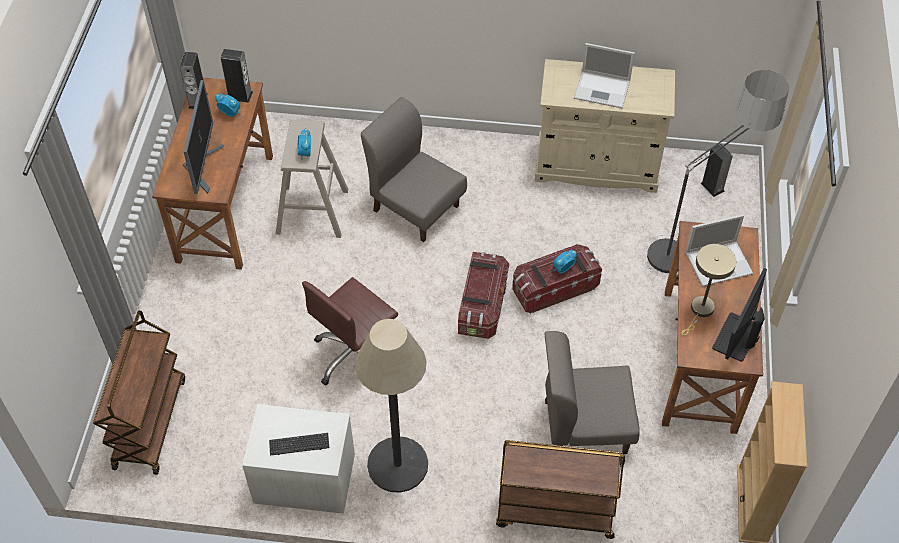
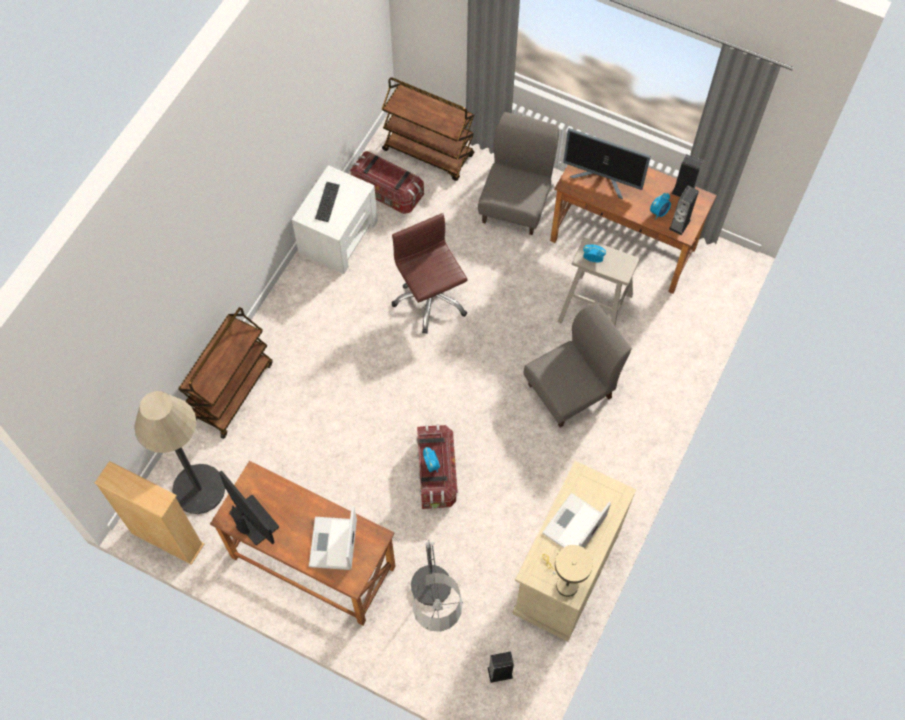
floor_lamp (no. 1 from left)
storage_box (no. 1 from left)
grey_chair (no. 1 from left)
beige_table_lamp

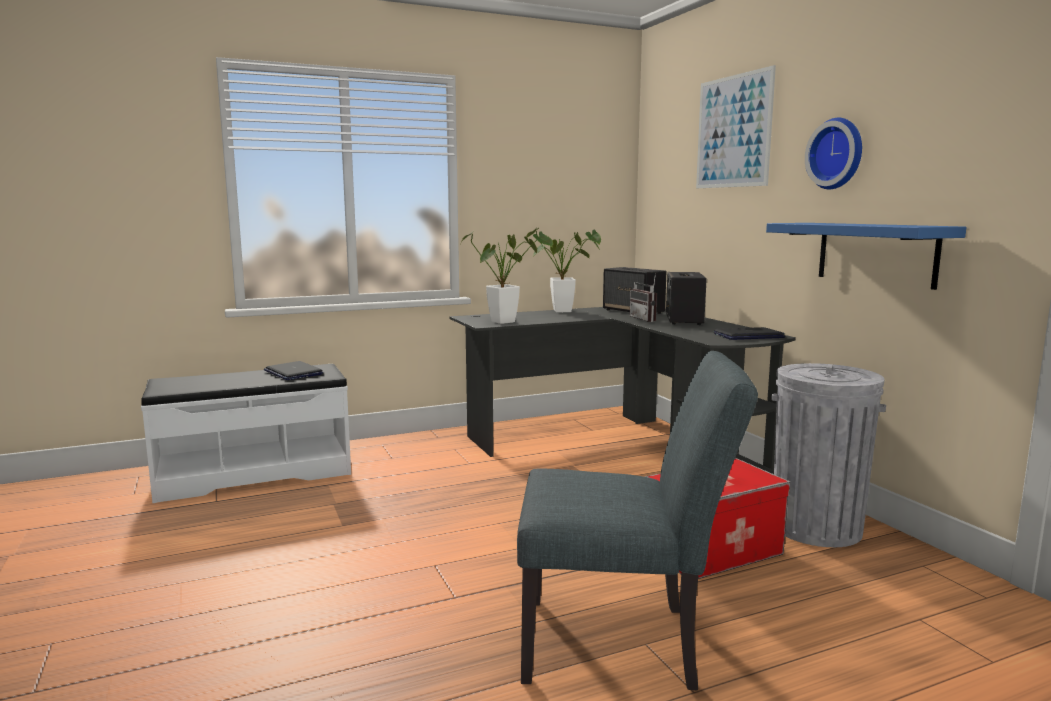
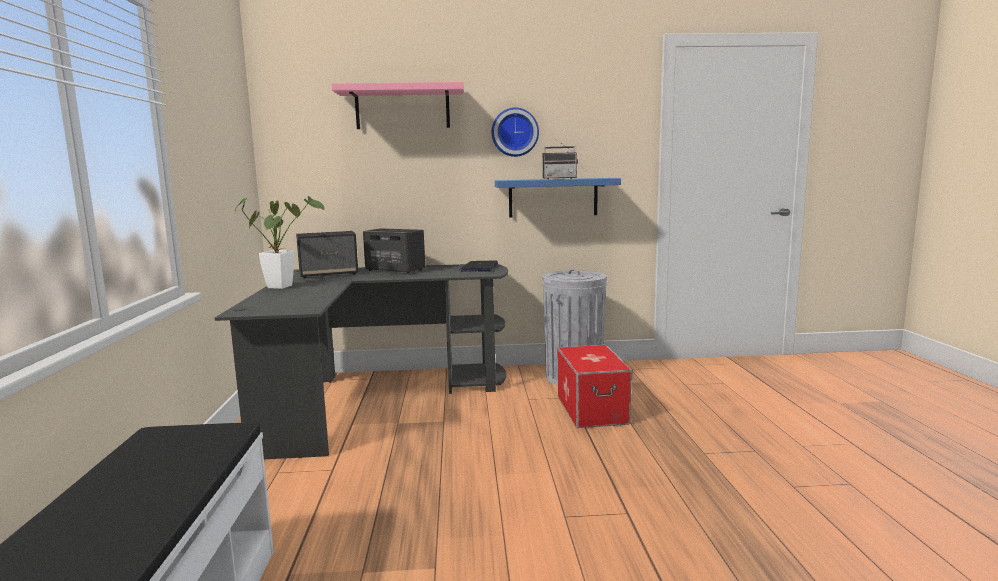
pink_shelf
radio
laptop (no. 1 from left in the first image)
potted_plant (no. 1 from left in the first image)
grey_chair

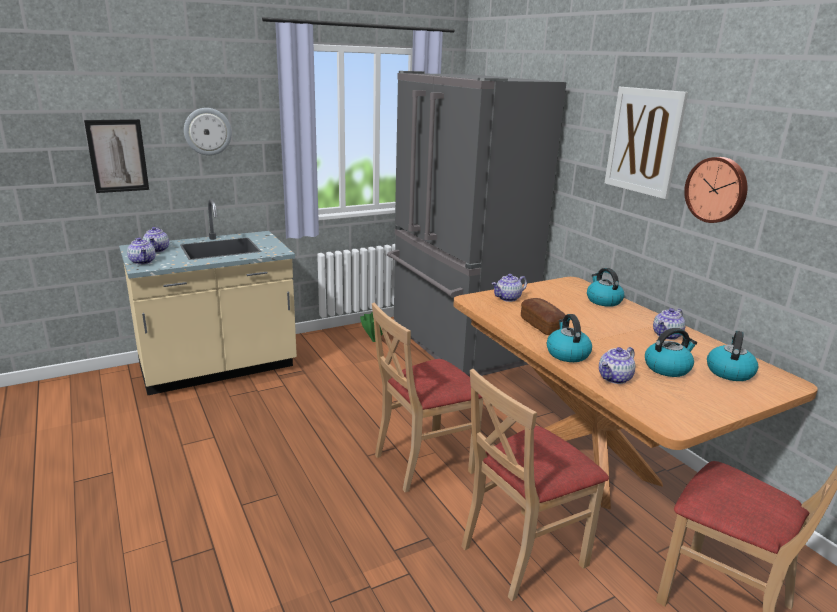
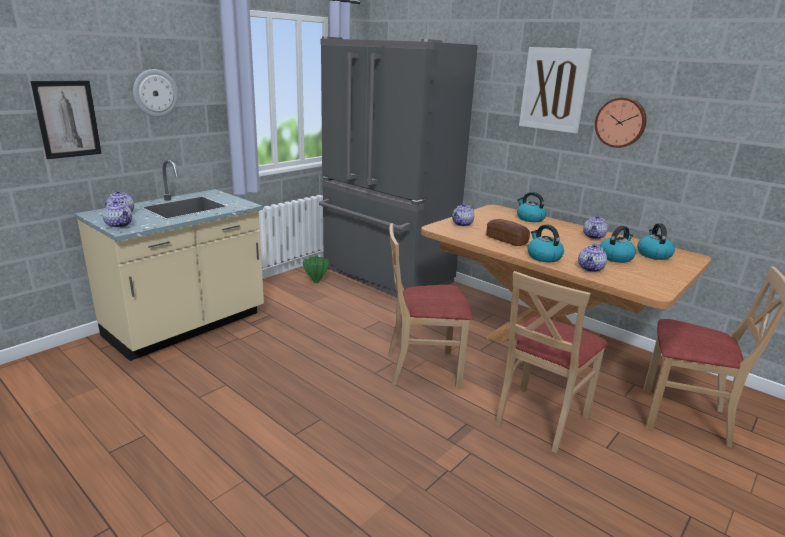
beige_chair (no. 1 from left)

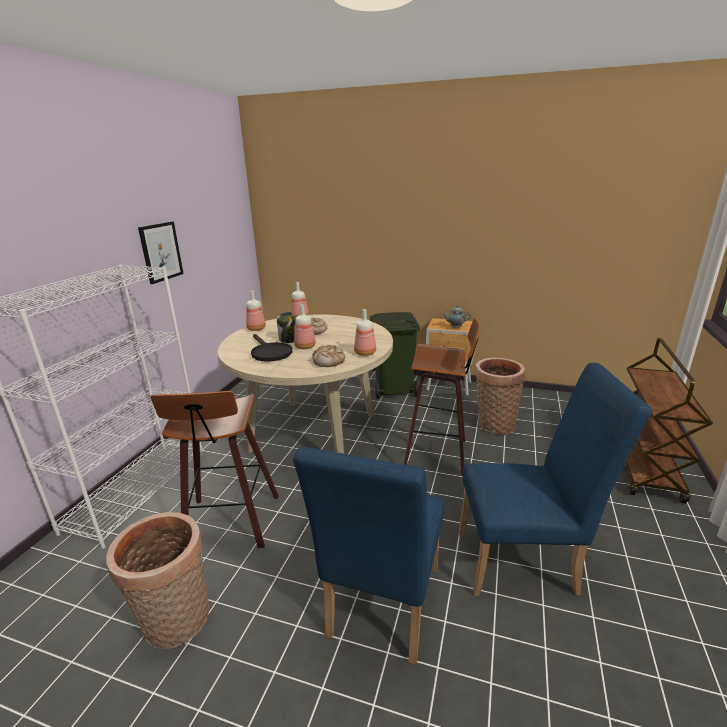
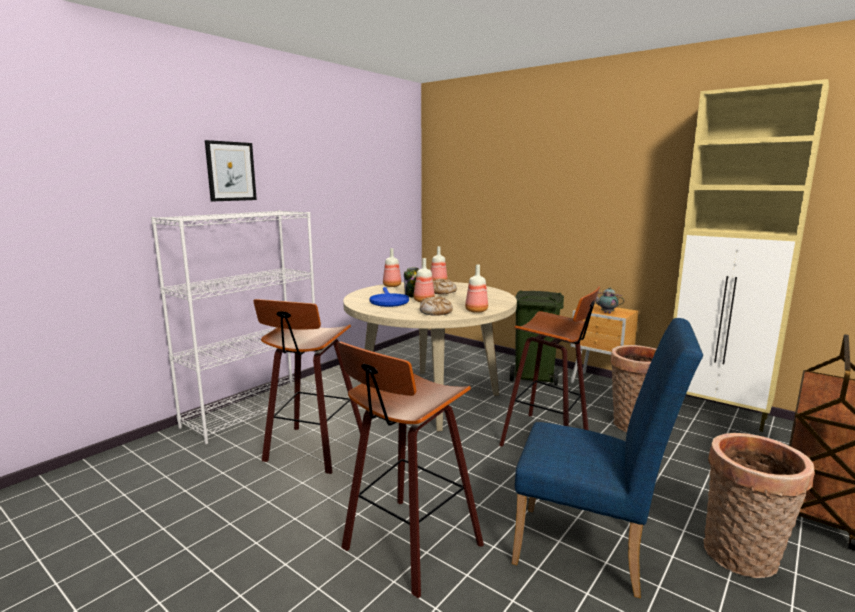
picture
stool (no. 2 from left)
blue_frying_pan
beige_cabinet
basket (no. 2 from left)

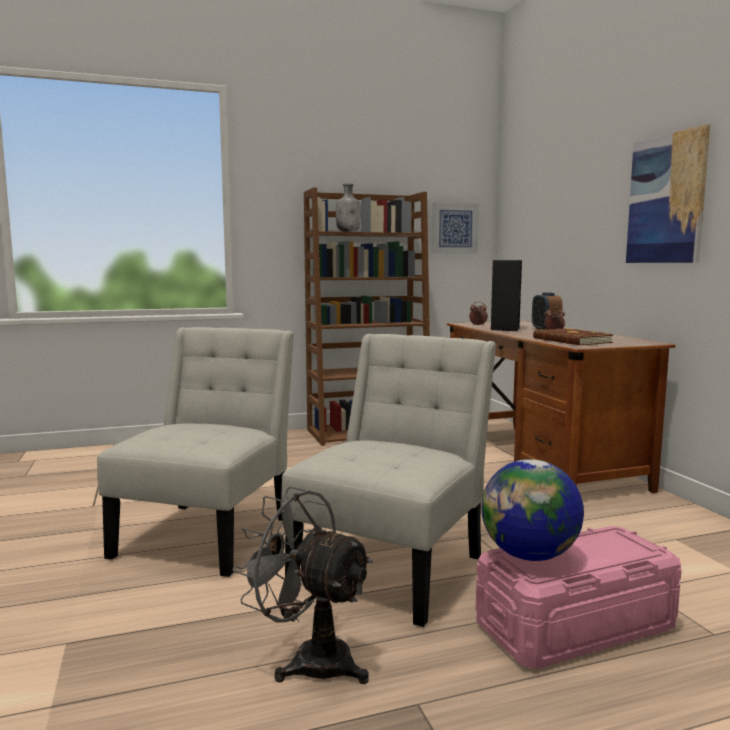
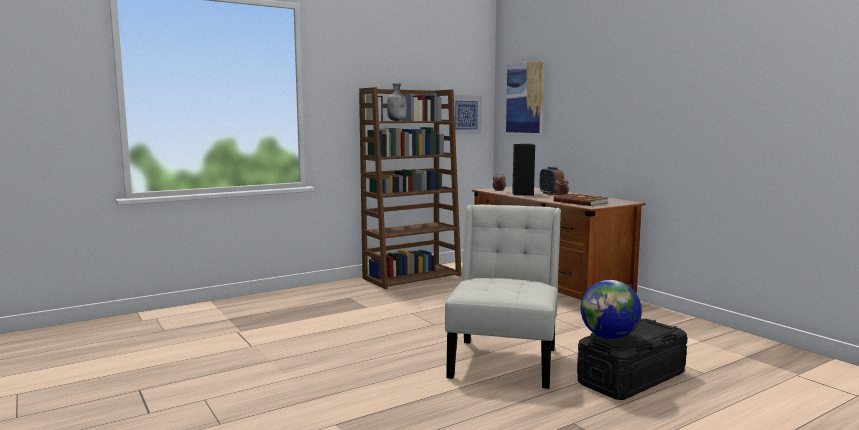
picture (no. 2 from left)
black_storage_box
white_chair (no. 1 from left in the first image)
grey_fan

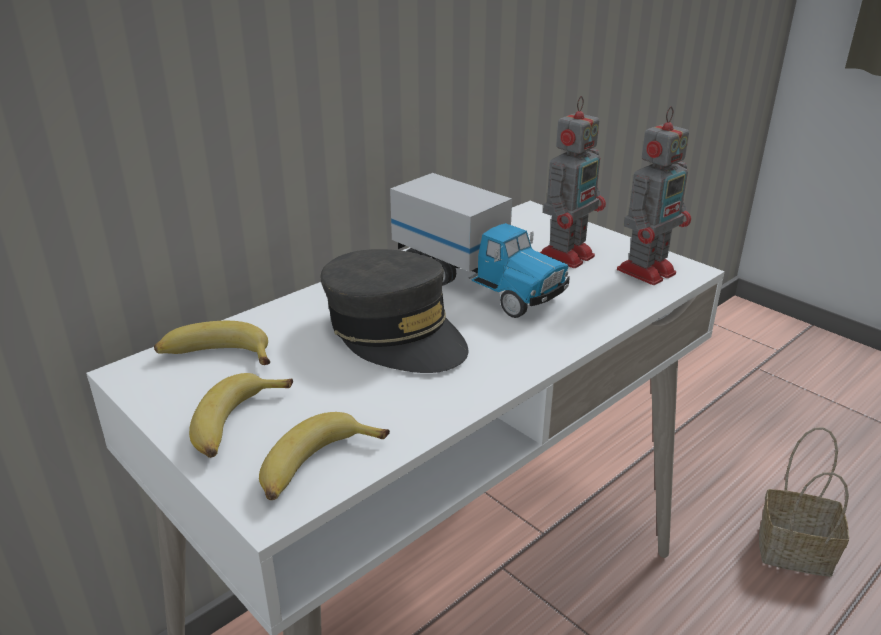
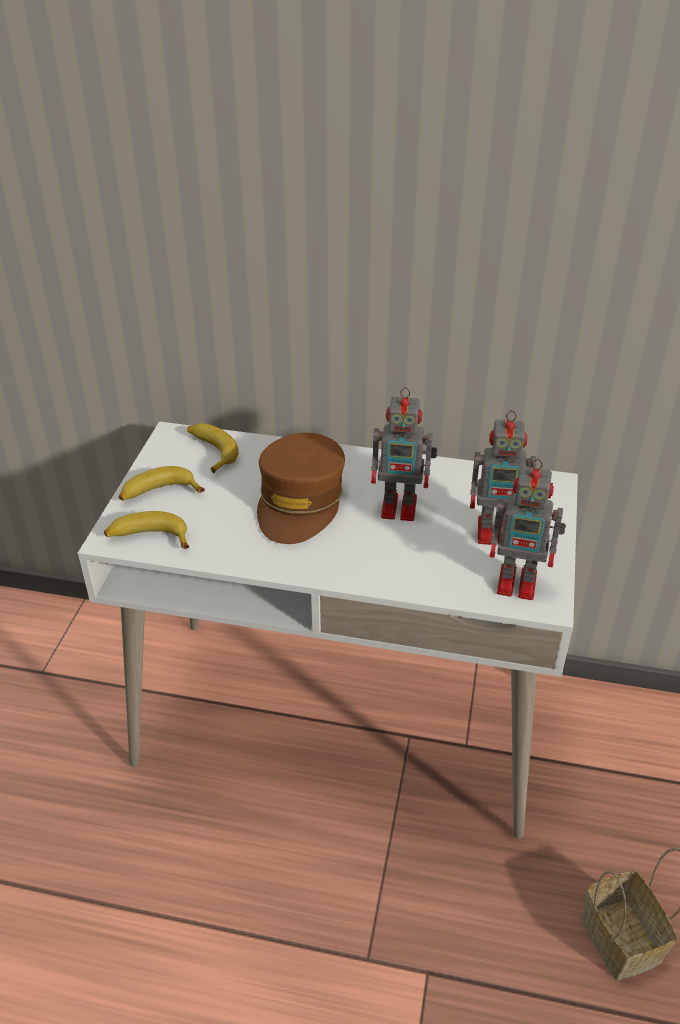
brown_cap
toy_robot (no. 1 from left)

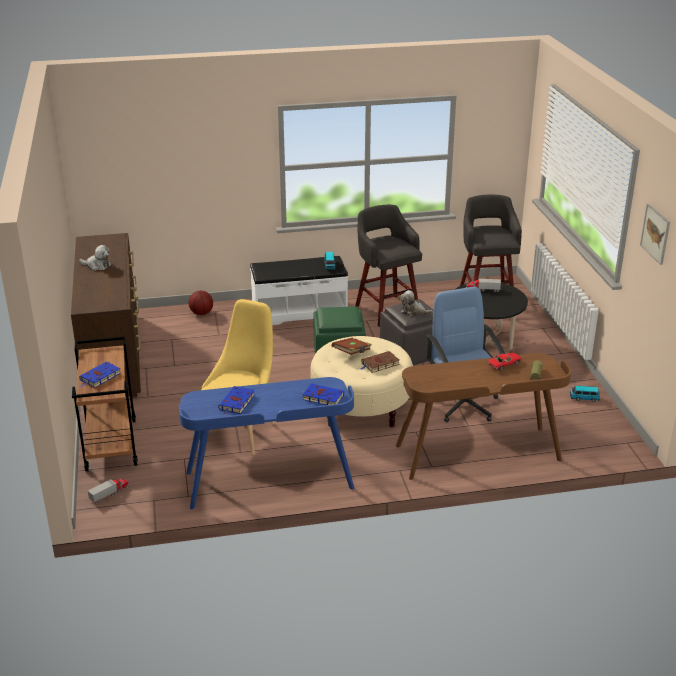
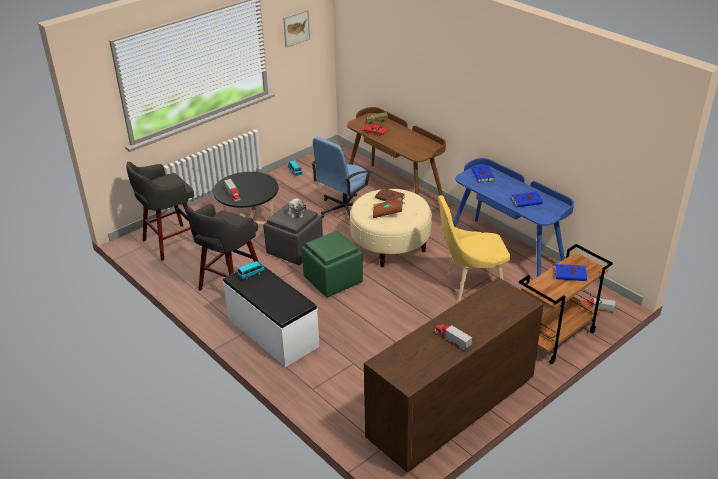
toy_truck (no. 3 from left)
basketball

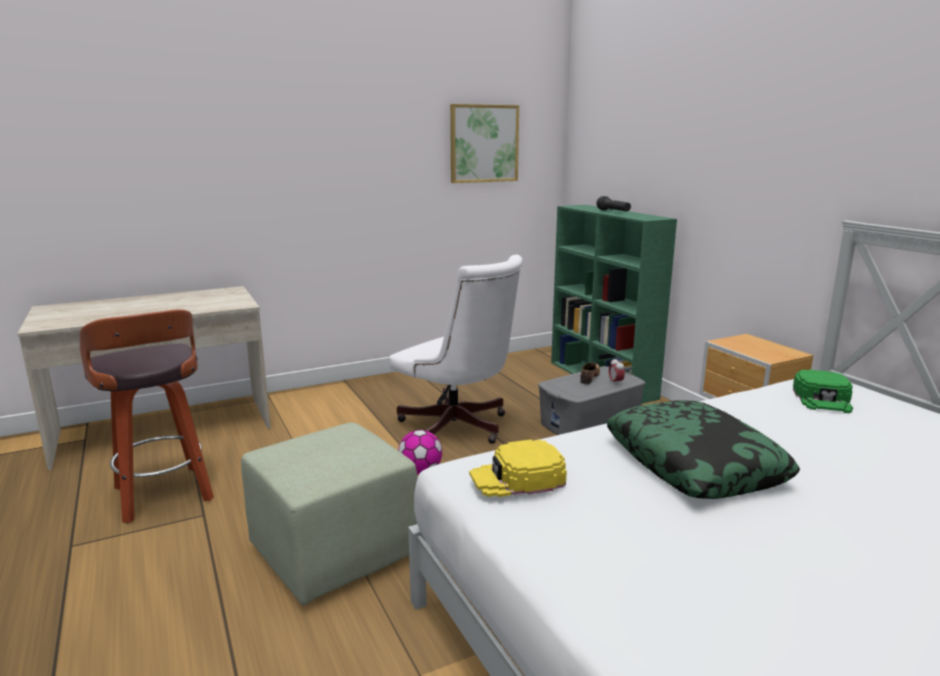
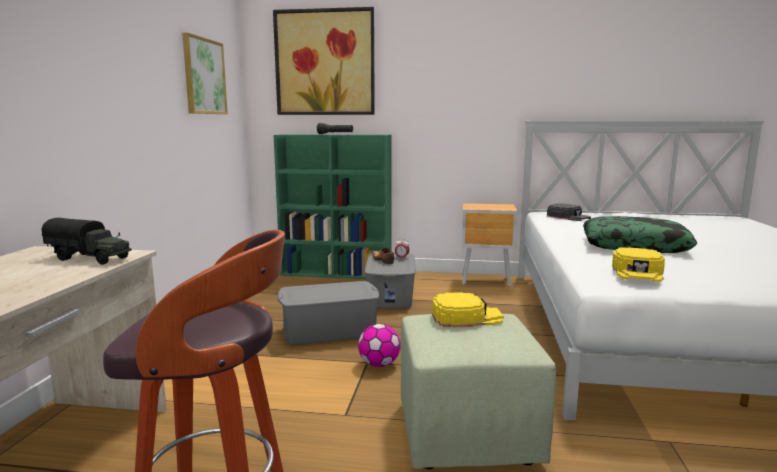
toy_truck
picture (no. 2 from left)
grey_storage_box (no. 1 from left)
yellow_cap (no. 1 from left)
black_cap

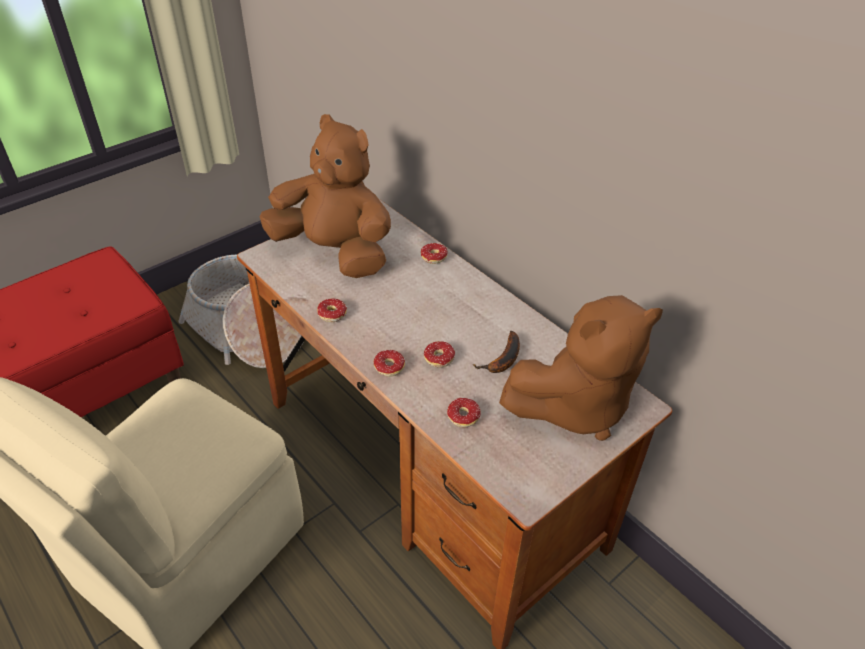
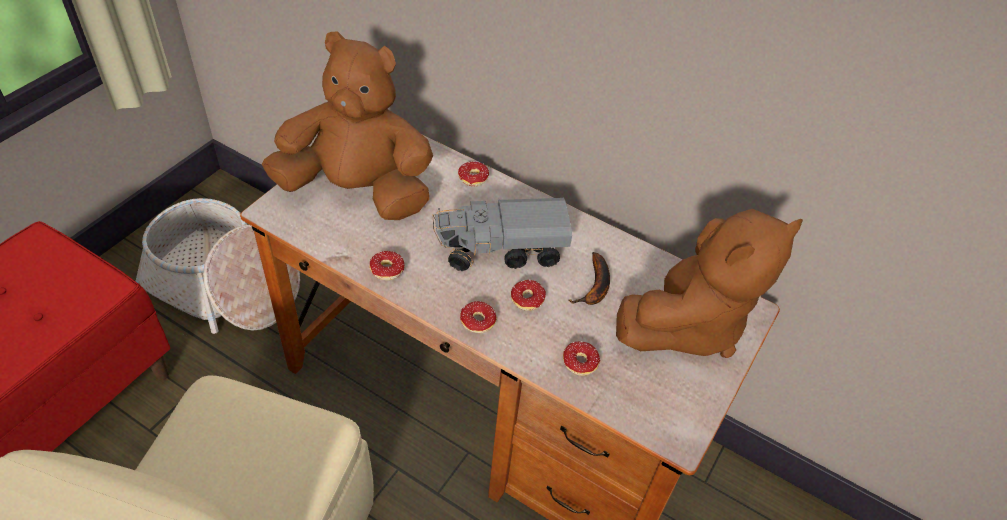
toy_truck

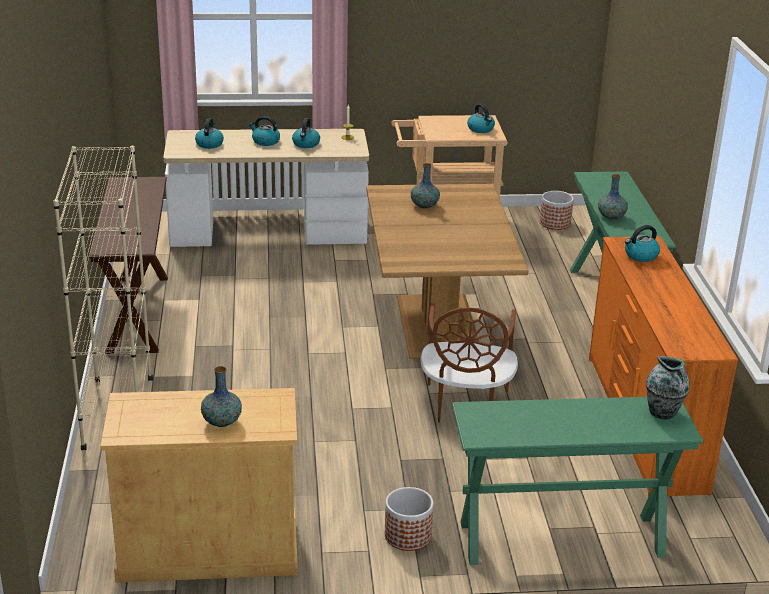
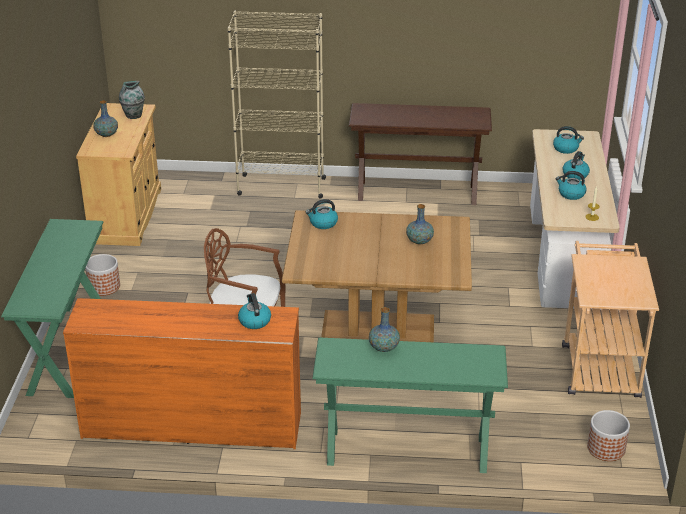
vase (no. 2 from left)
kettle (no. 2 from left)

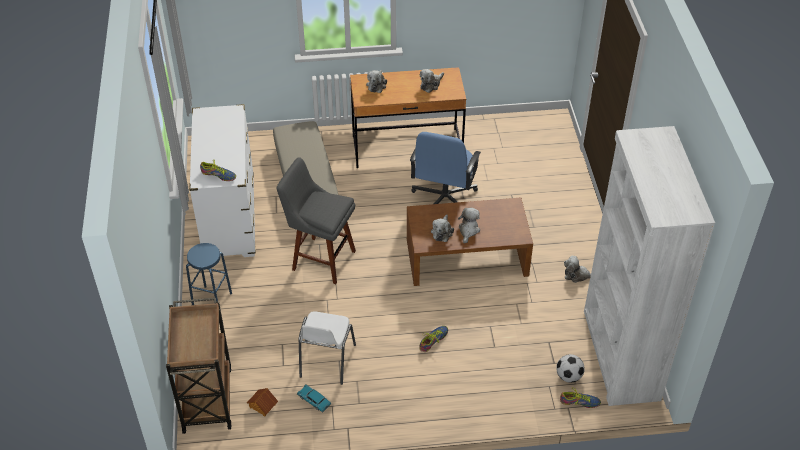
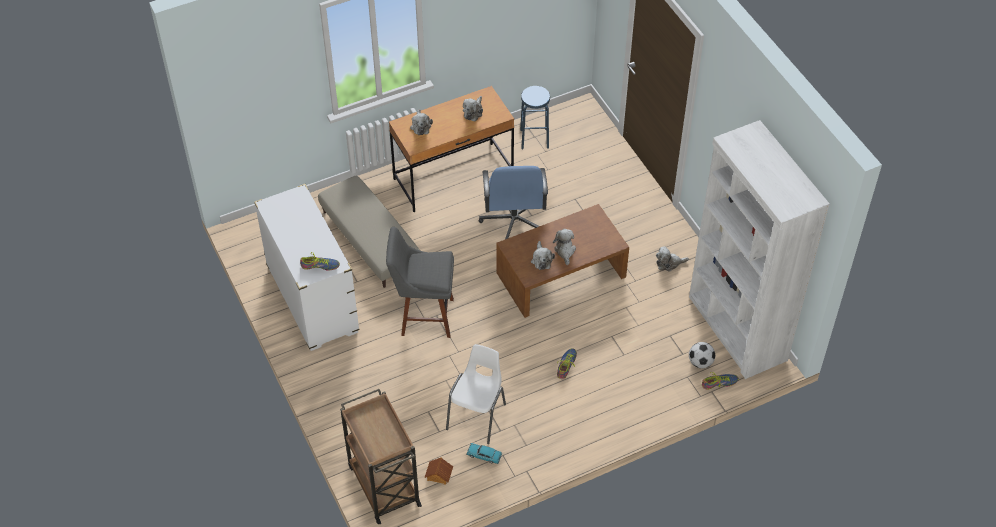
white_chair
blue_stool

